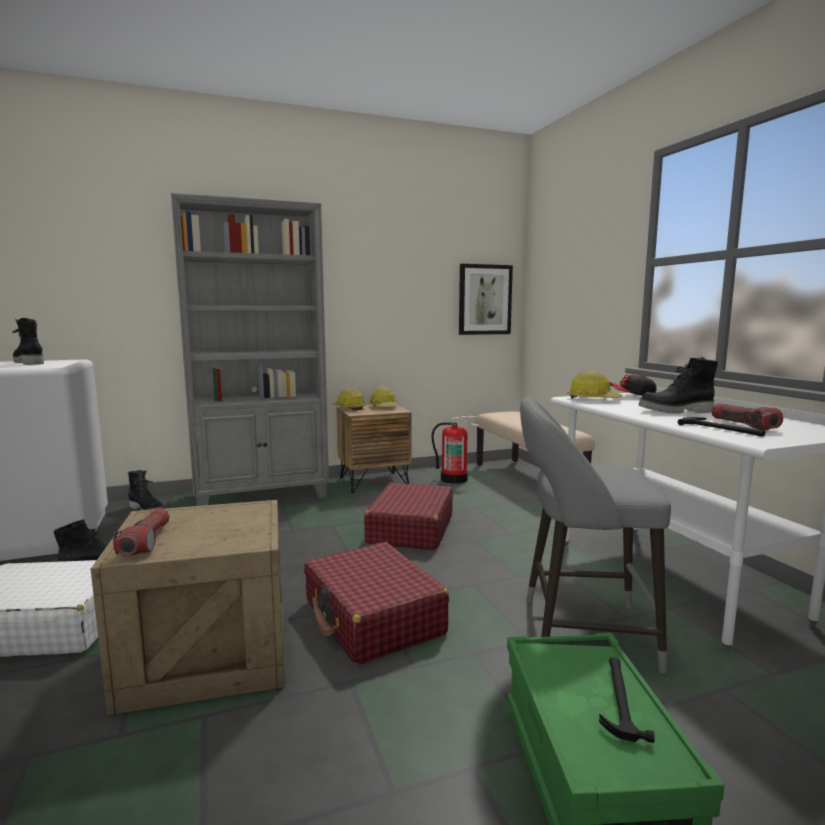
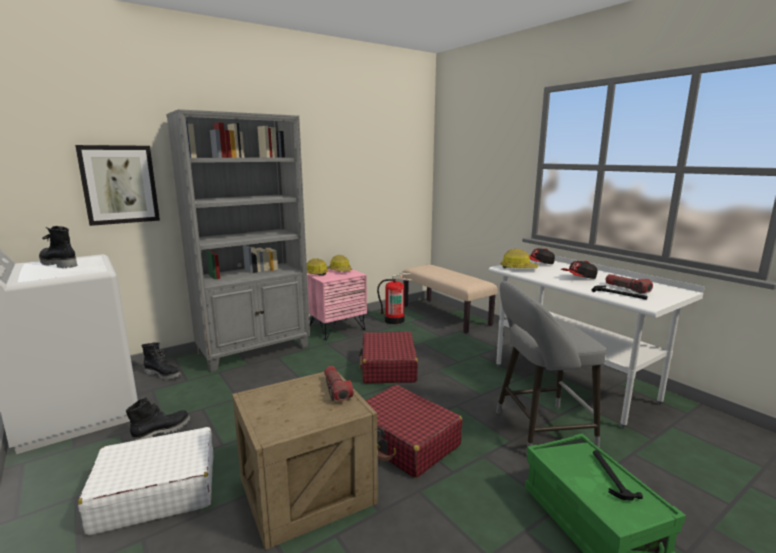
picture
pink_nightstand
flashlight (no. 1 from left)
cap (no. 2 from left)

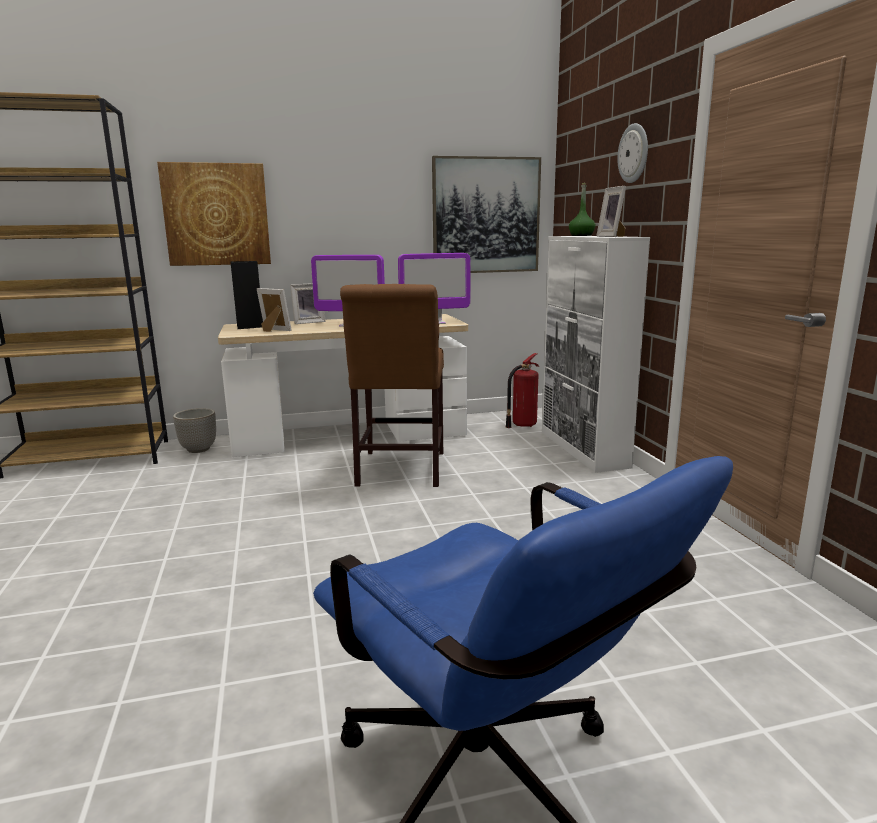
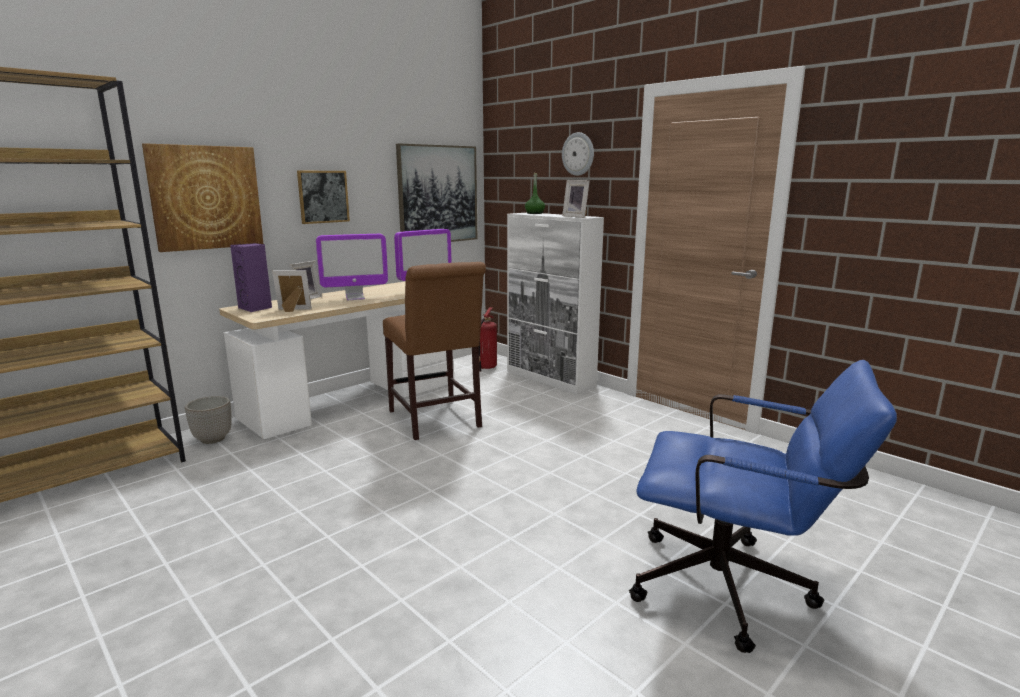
purple_speaker
picture (no. 2 from left)

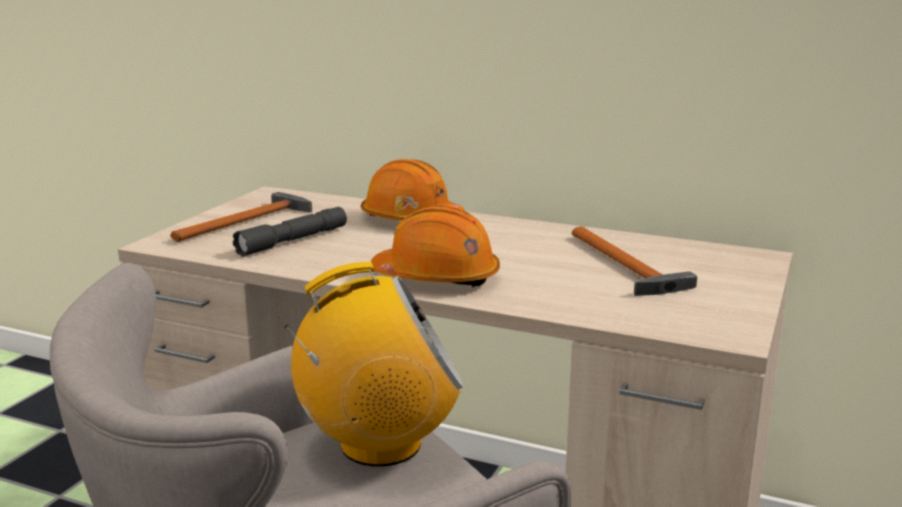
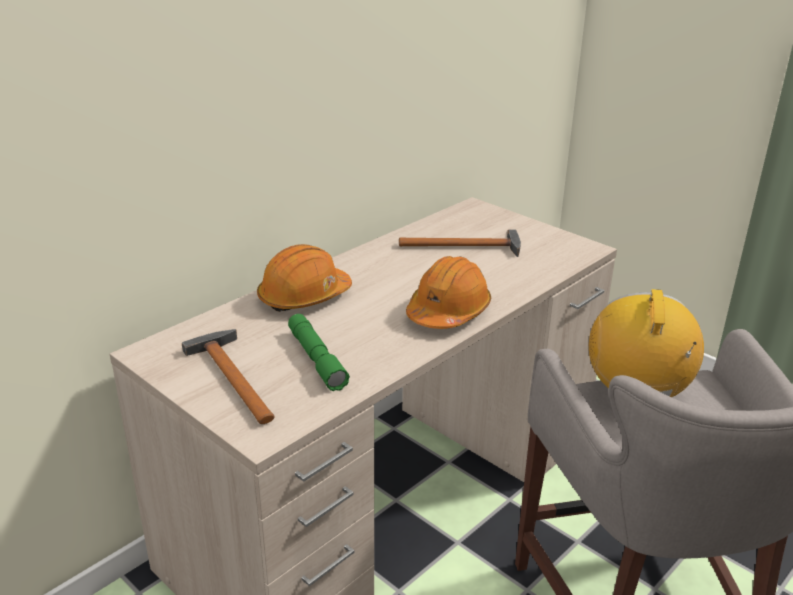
green_flashlight

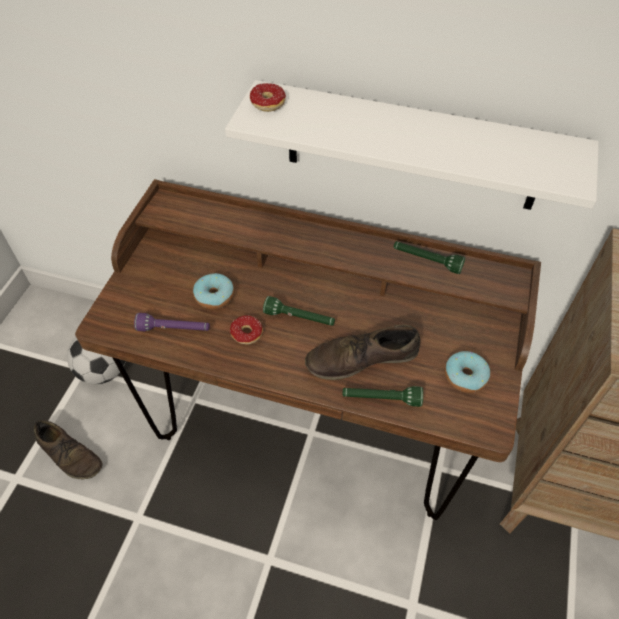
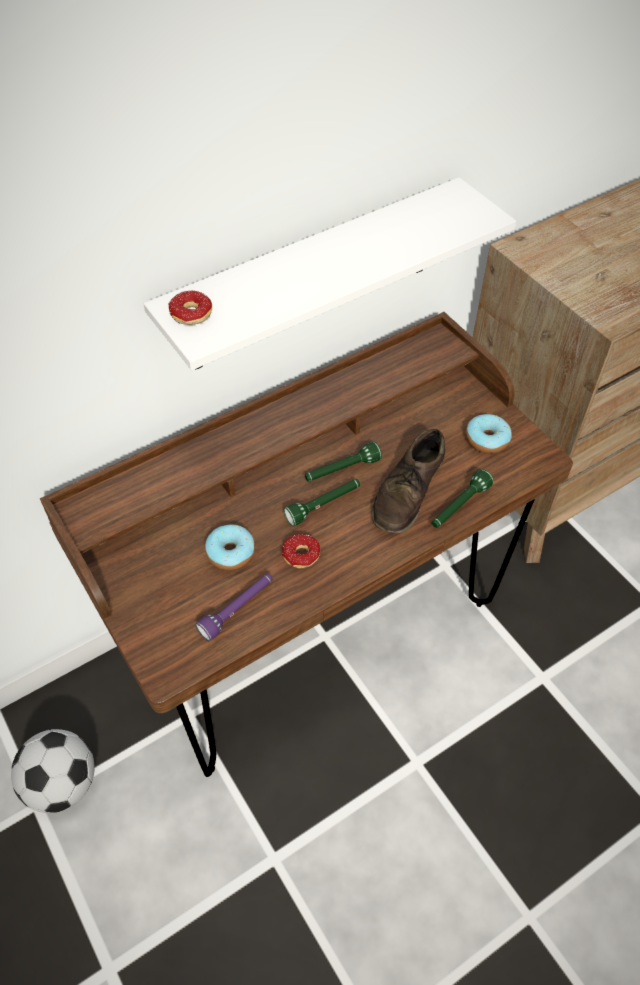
green_flashlight (no. 2 from left)
brown_shoe (no. 1 from left in the first image)

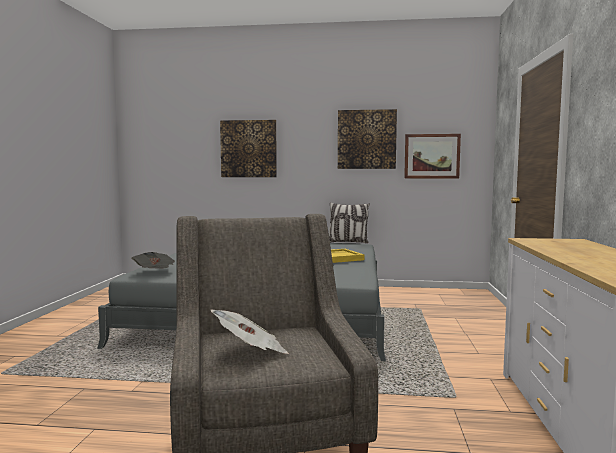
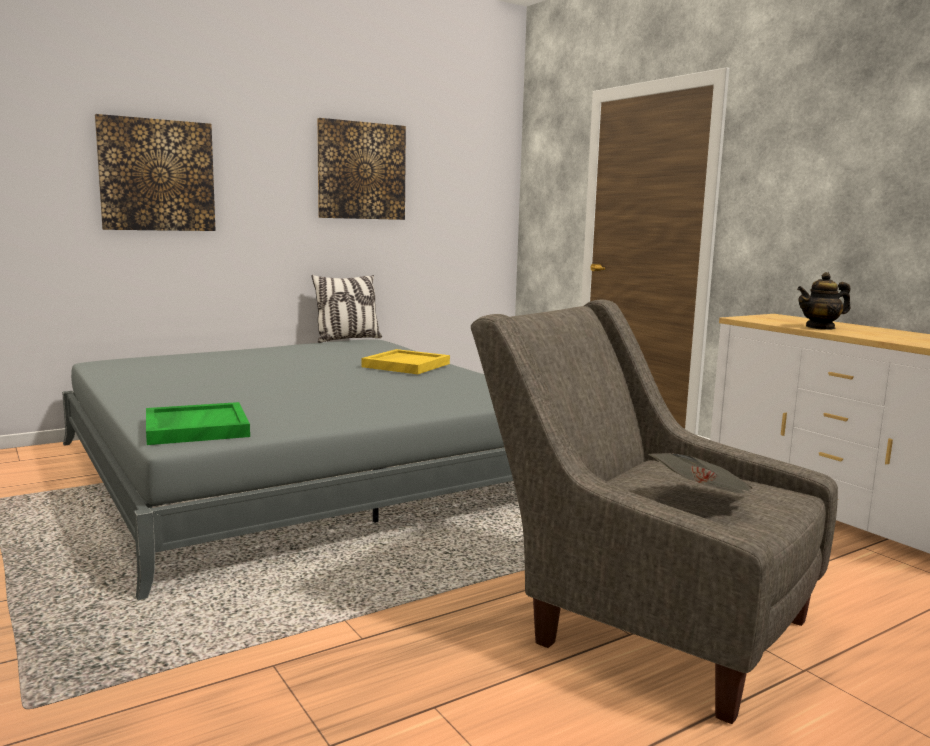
green_tray
teapot
picture (no. 3 from left in the first image)

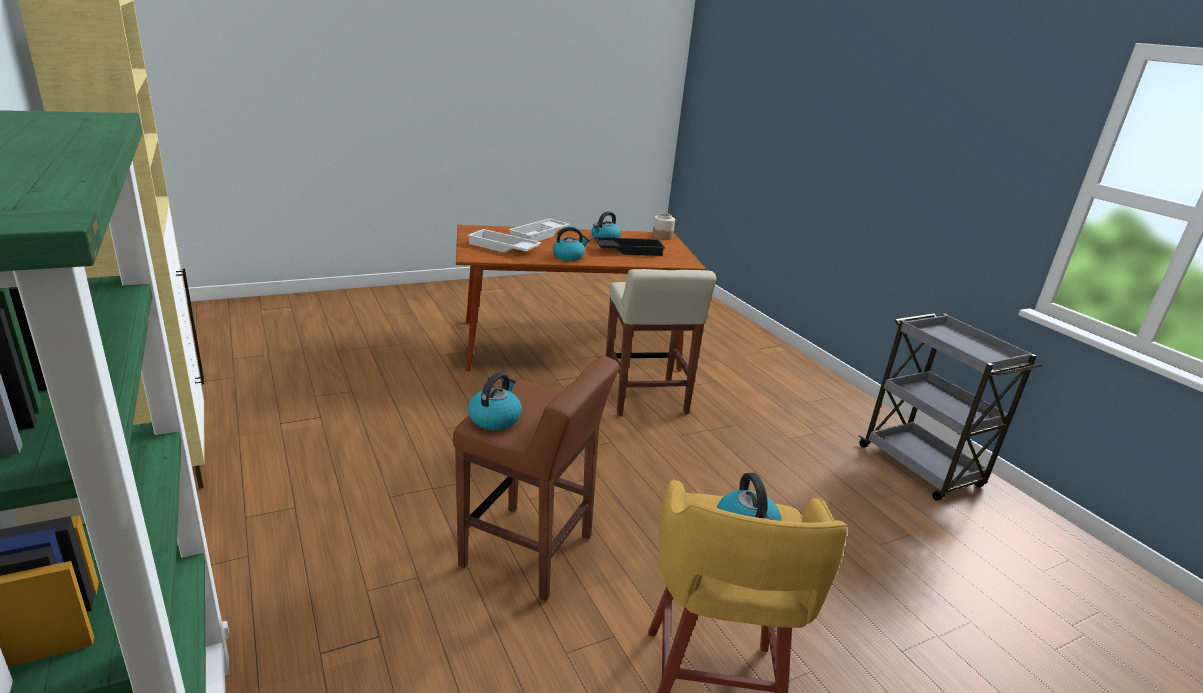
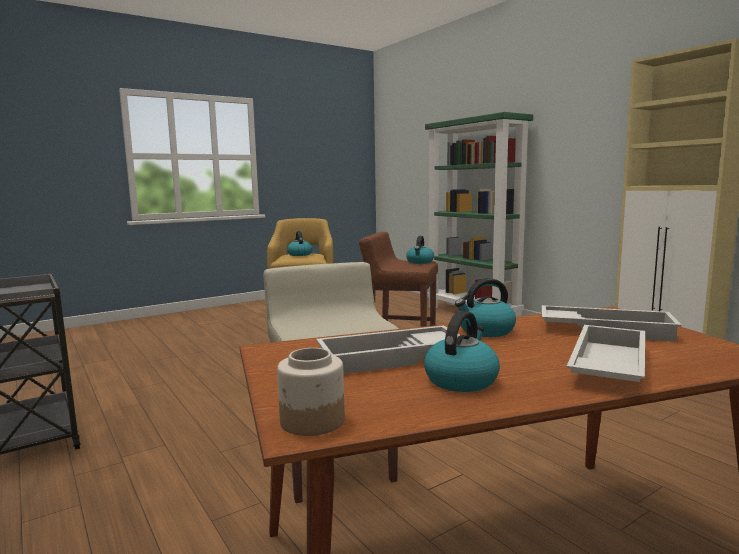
white_tray (no. 1 from left)

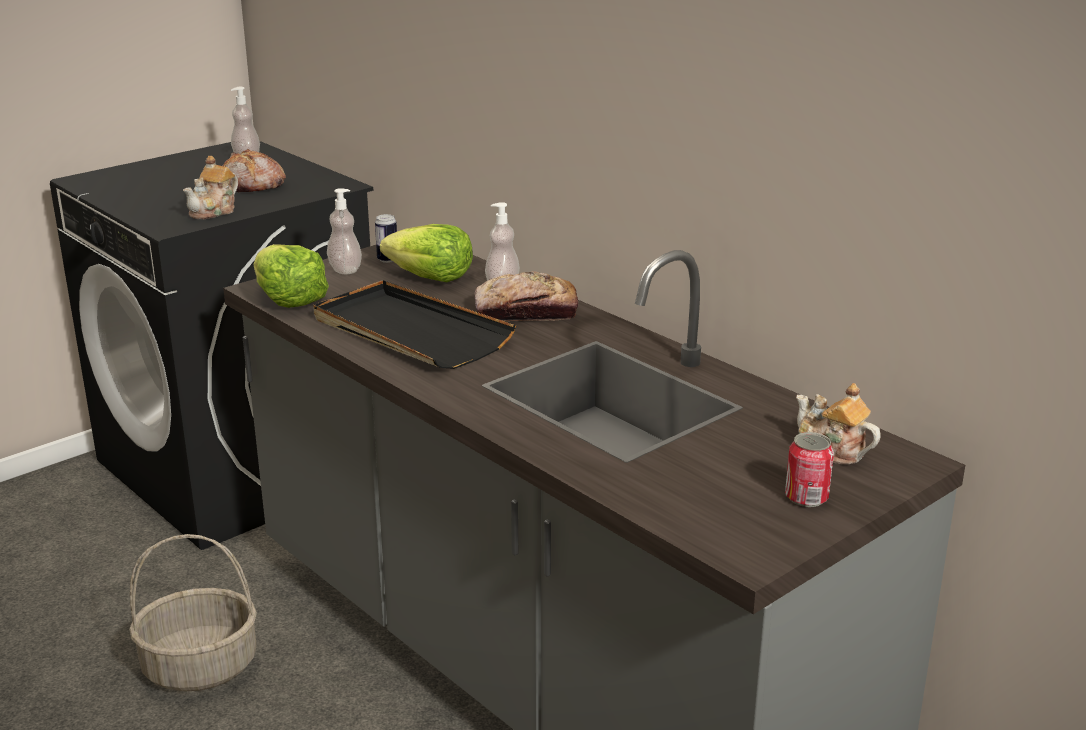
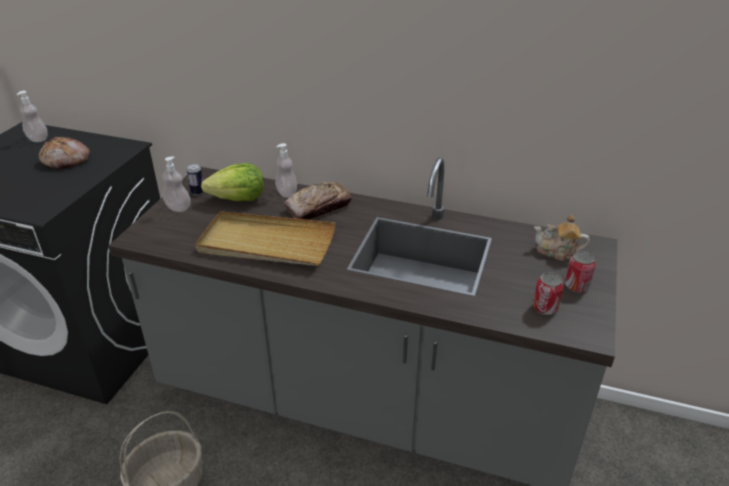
beige_tray
can (no. 2 from left)
teapot (no. 1 from left in the first image)
lettuce (no. 1 from left in the first image)

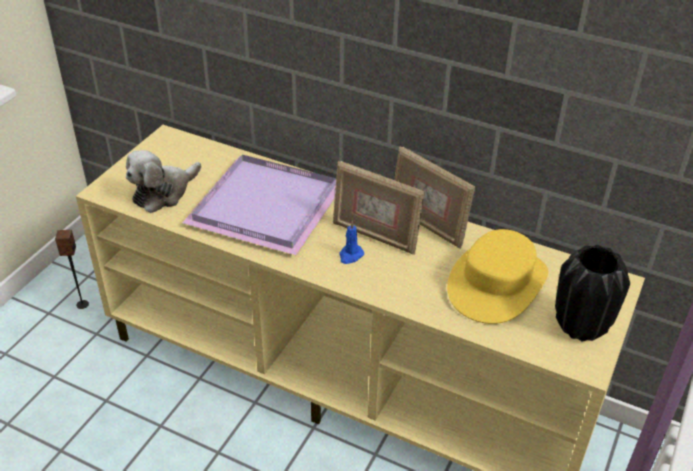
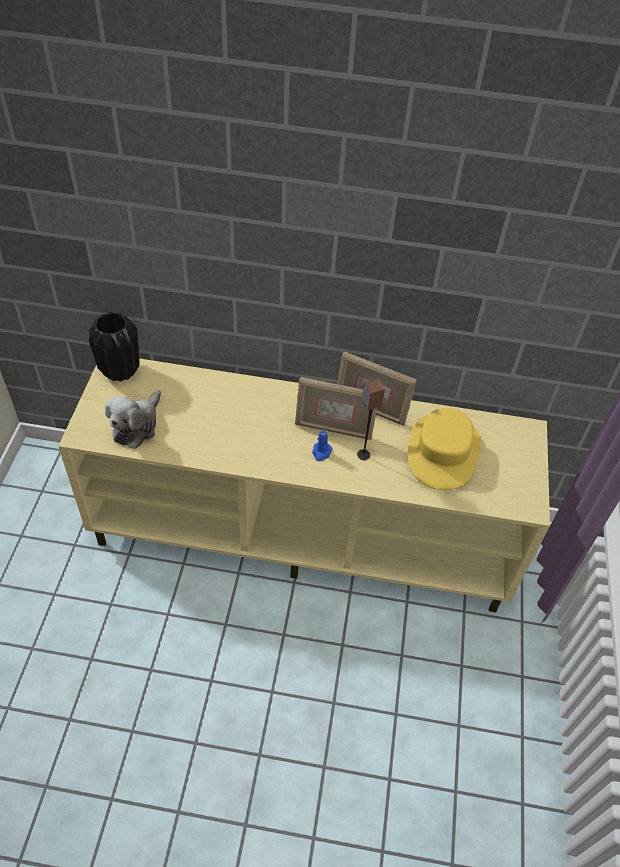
black_vase
speaker
purple_tray

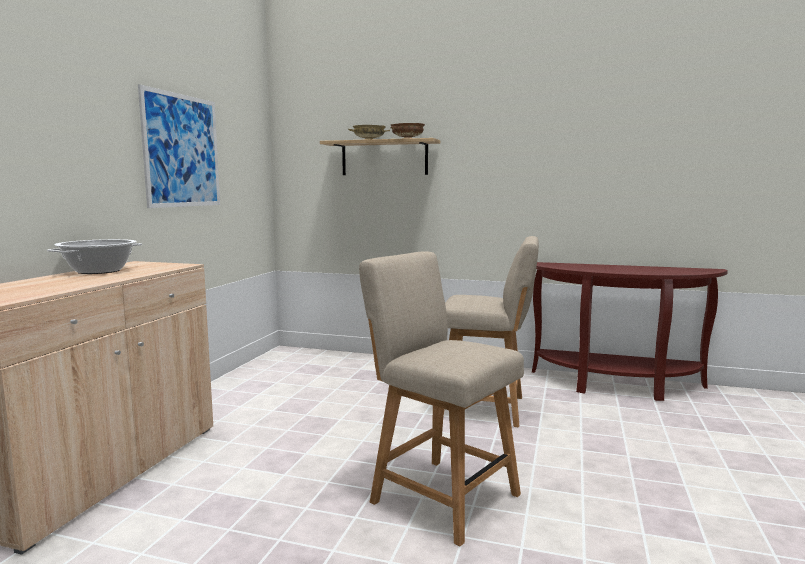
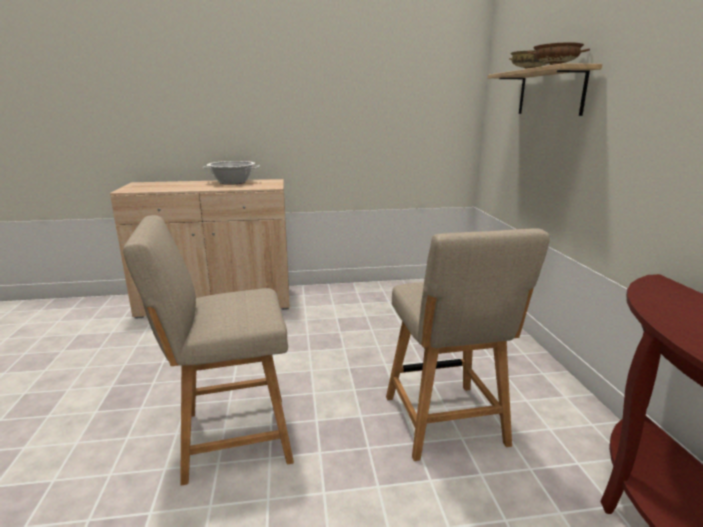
beige_chair (no. 1 from left)
picture

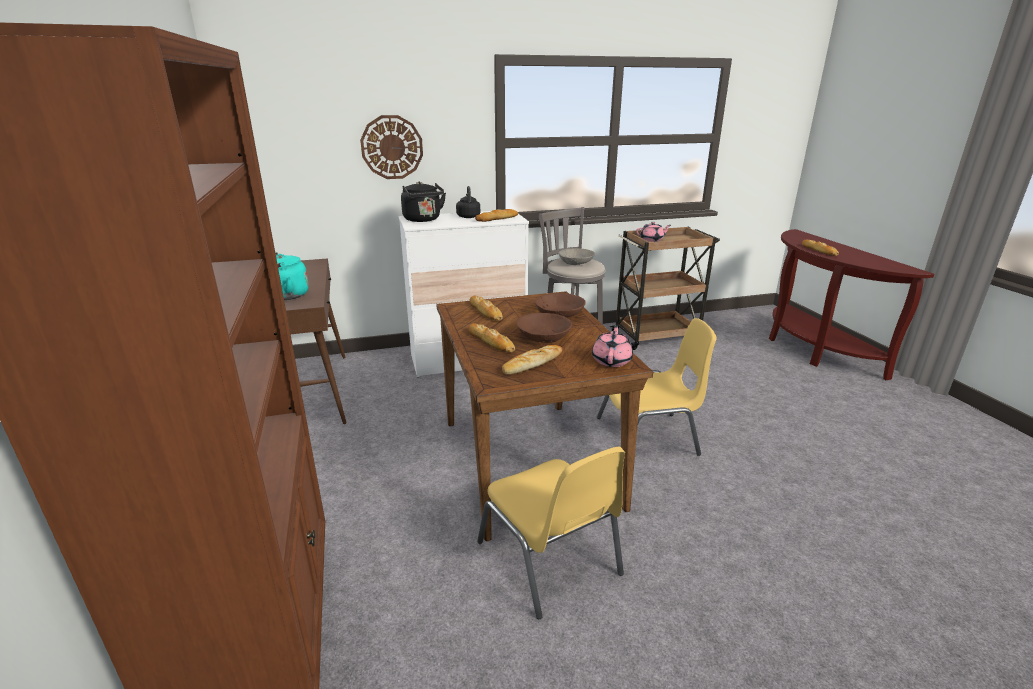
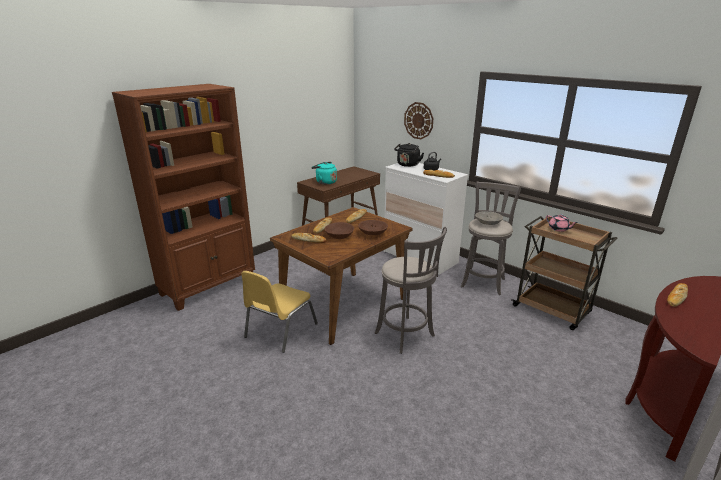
grey_stool (no. 1 from left)
pink_teapot (no. 1 from left in the first image)

